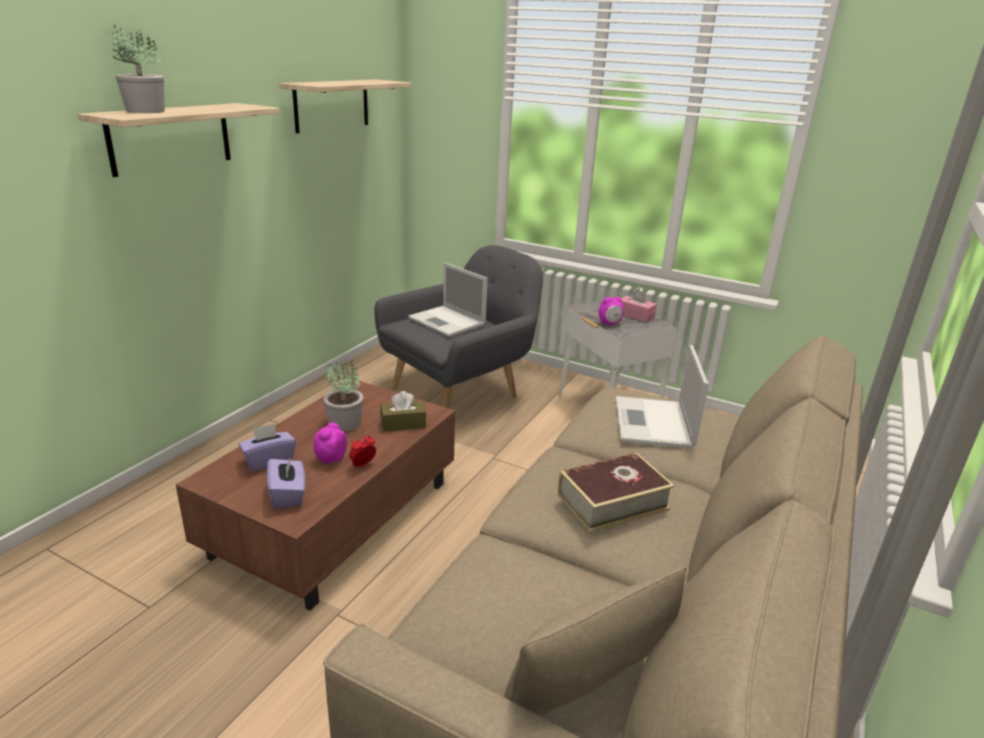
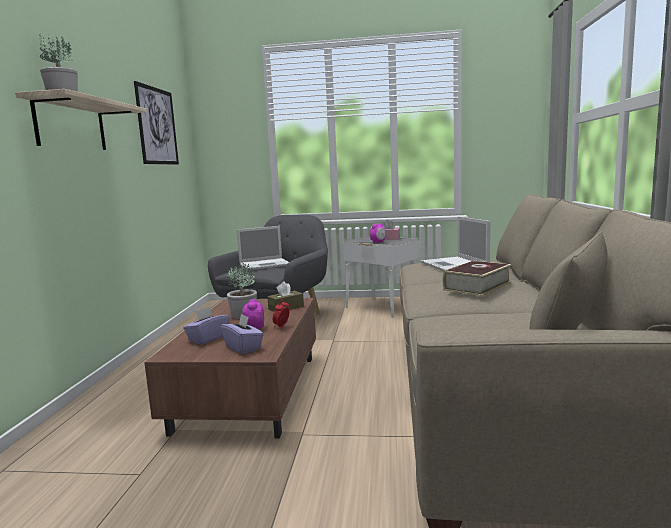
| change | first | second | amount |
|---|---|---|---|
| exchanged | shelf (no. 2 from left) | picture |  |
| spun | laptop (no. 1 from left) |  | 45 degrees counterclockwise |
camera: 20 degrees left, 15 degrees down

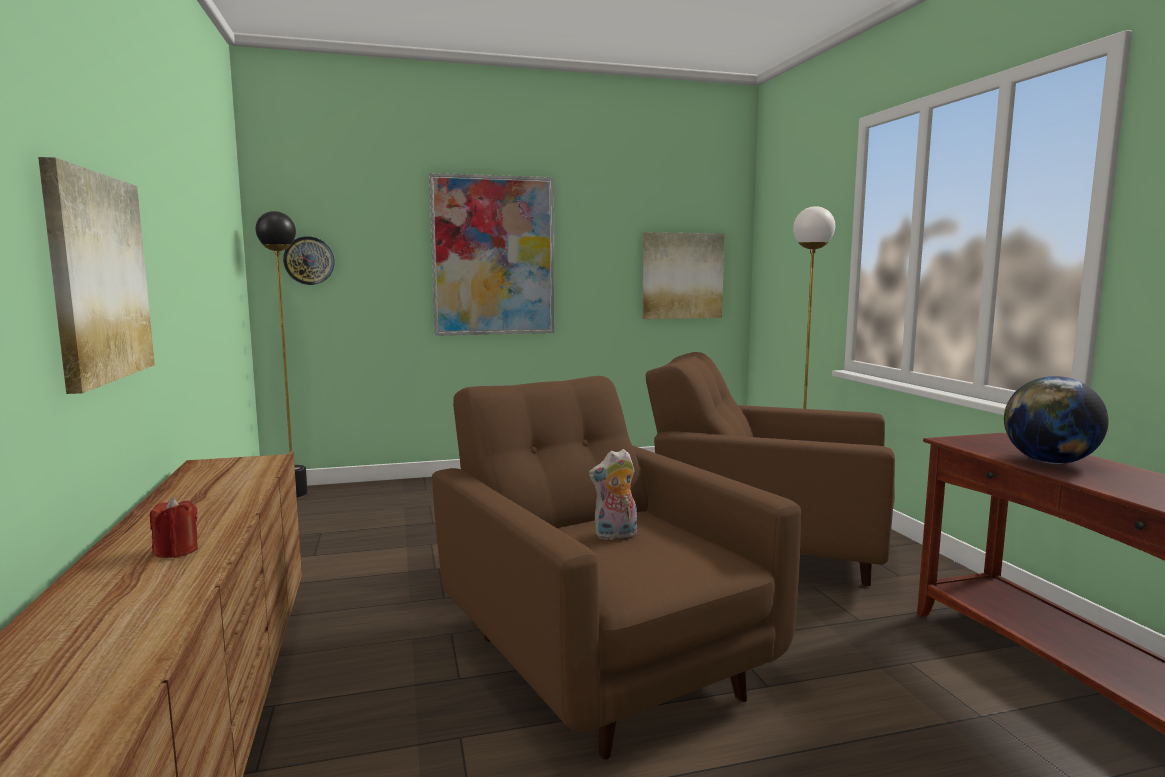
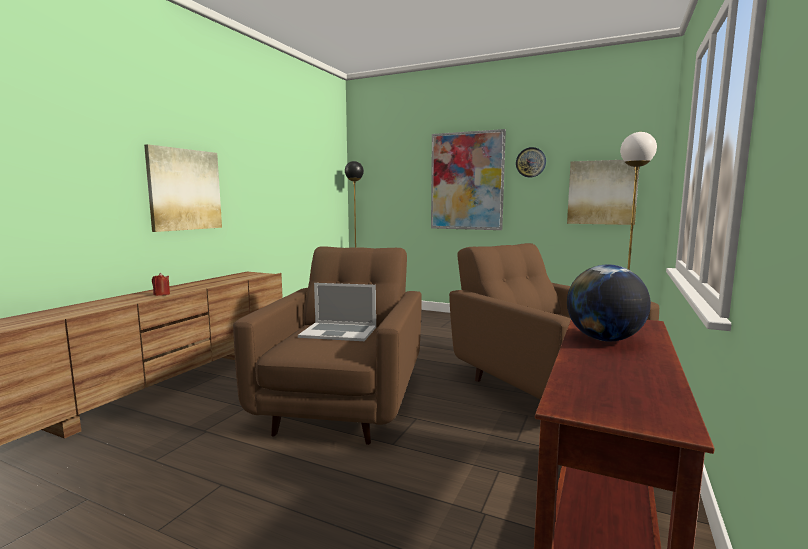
| change | first | second | amount |
|---|---|---|---|
| relocated | wall_clock |  |  |
| exchanged | plush_toy | laptop |  |
camera: 40 degrees right, 0 degrees up

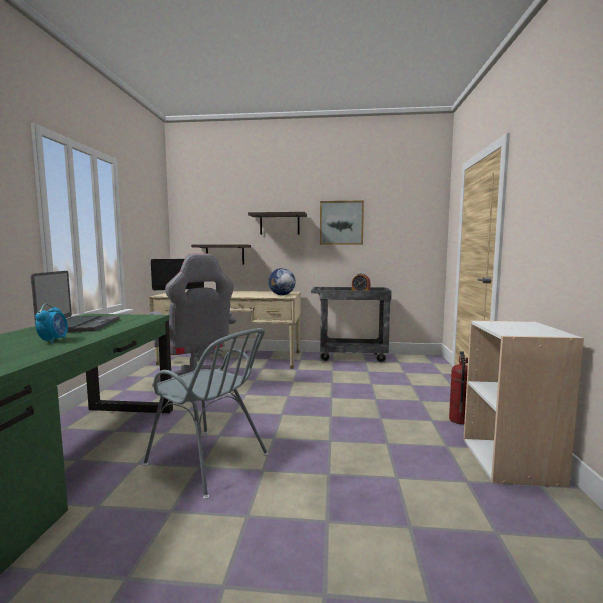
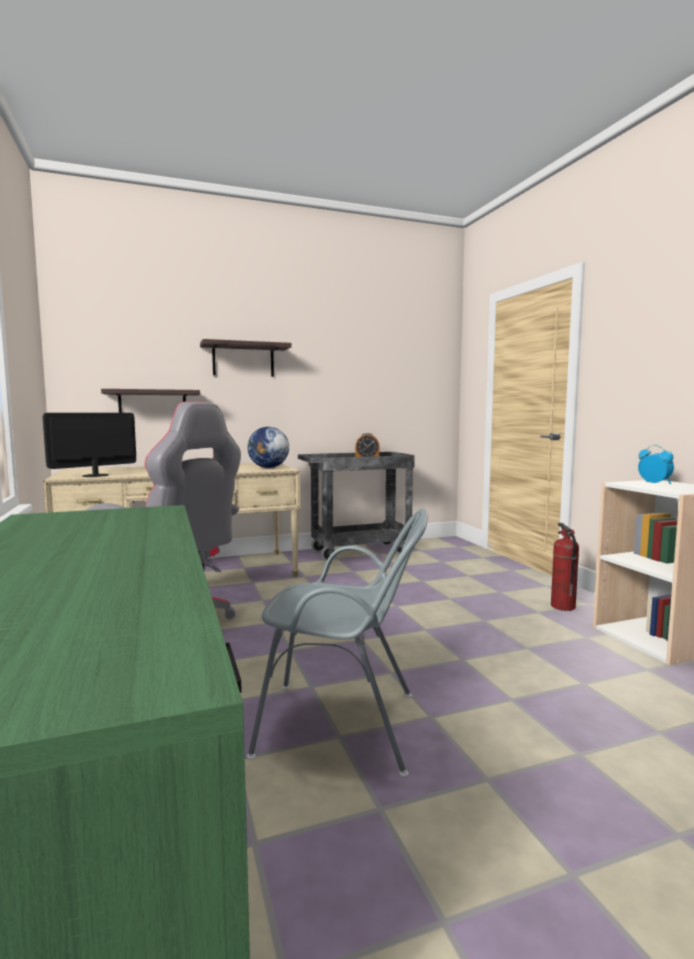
| change | first | second | amount |
|---|---|---|---|
| missing | laptop |  |  |
| missing | picture |  |  |
| relocated | alarm_clock (no. 1 from left in the first image) | alarm_clock (no. 2 from left) |  |
camera: 25 degrees left, 0 degrees up

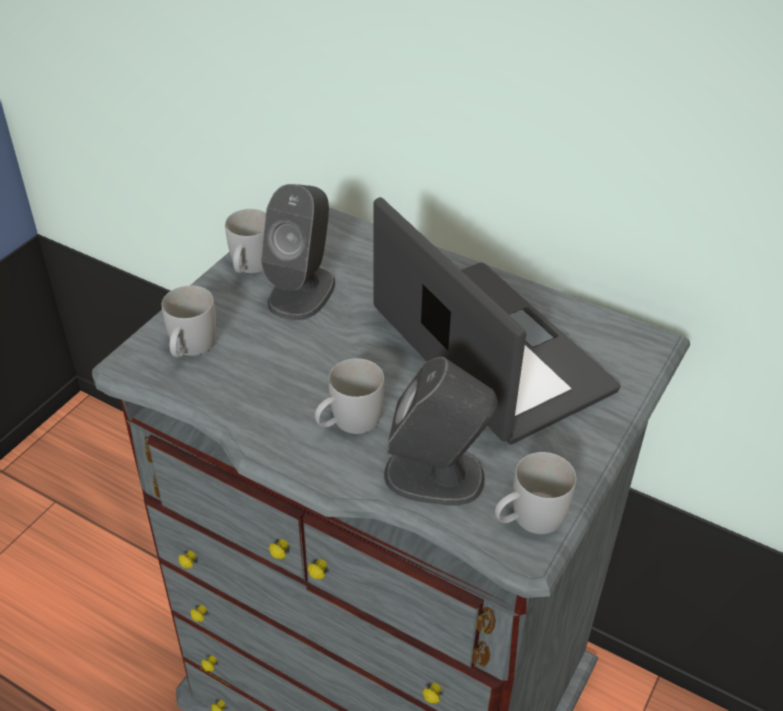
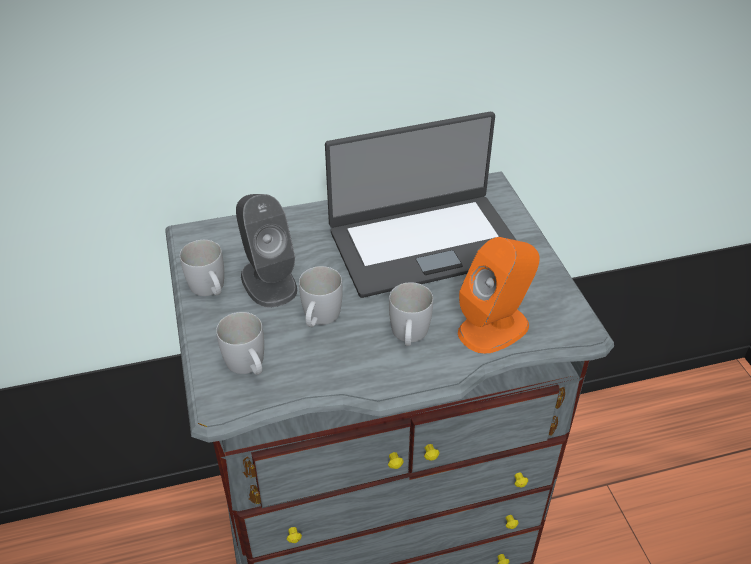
| change | first | second | amount |
|---|---|---|---|
| relocated | white_mug (no. 4 from left in the first image) | white_mug (no. 3 from left) |  |
| colour | grey_speaker (no. 2 from left) | orange_speaker |  |
| spun | laptop |  | 150 degrees clockwise |
camera: 45 degrees left, 0 degrees up

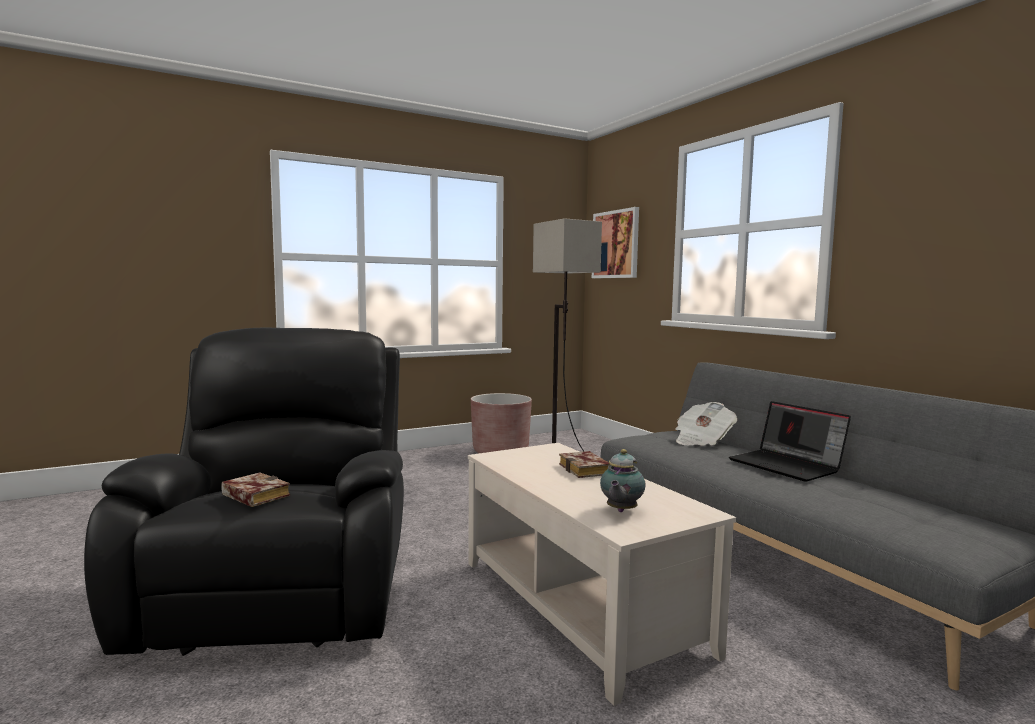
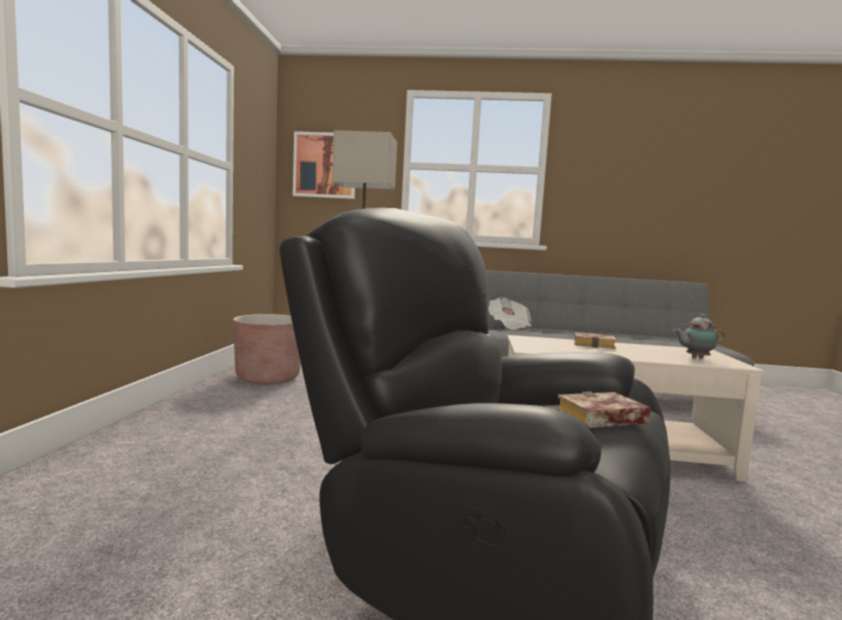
| change | first | second | amount |
|---|---|---|---|
| missing | laptop |  |  |
| spun | teapot |  | 120 degrees clockwise |
camera: 55 degrees left, 0 degrees up

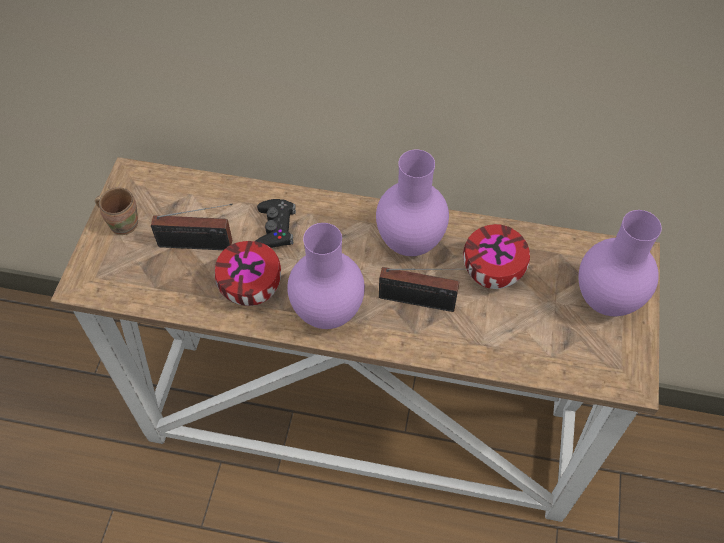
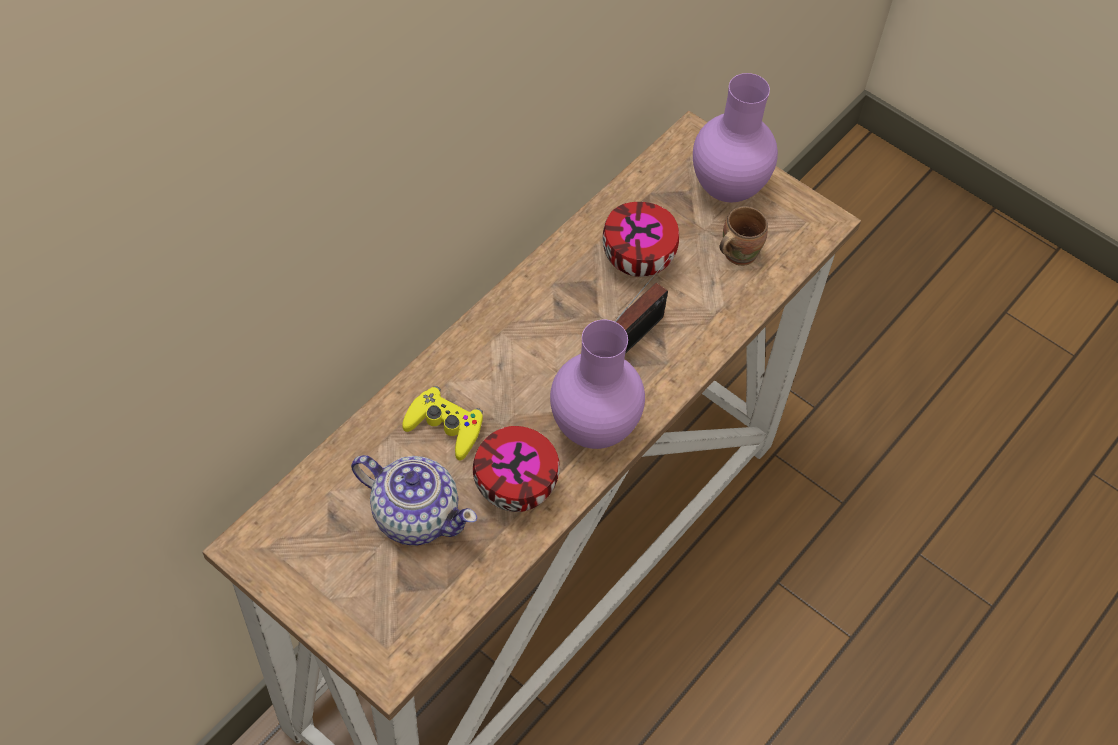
| change | first | second | amount |
|---|---|---|---|
| missing | purple_vase (no. 2 from left) |  |  |
| relocated | brown_mug |  |  |
| exchanged | radio (no. 1 from left) | teapot |  |
| colour | black_game_controller | yellow_game_controller |  |
camera: 65 degrees left, 0 degrees up

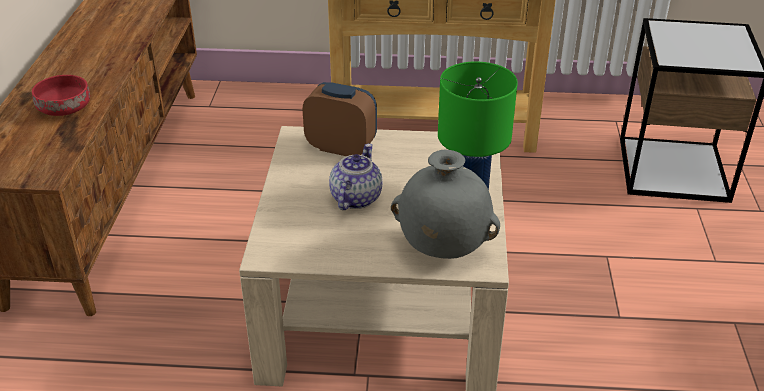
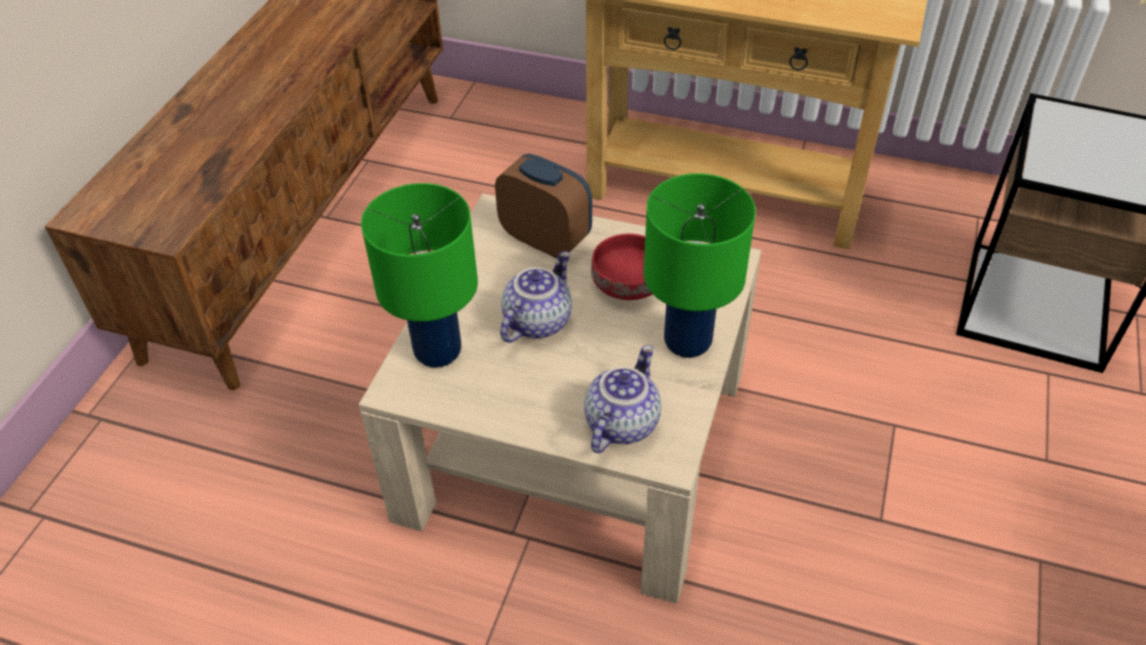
| change | first | second | amount |
|---|---|---|---|
| appeared |  | green_table_lamp (no. 1 from left) |  |
| relocated | red_bowl |  |  |
| exchanged | grey_vase | teapot (no. 2 from left) |  |
camera: 15 degrees right, 10 degrees up

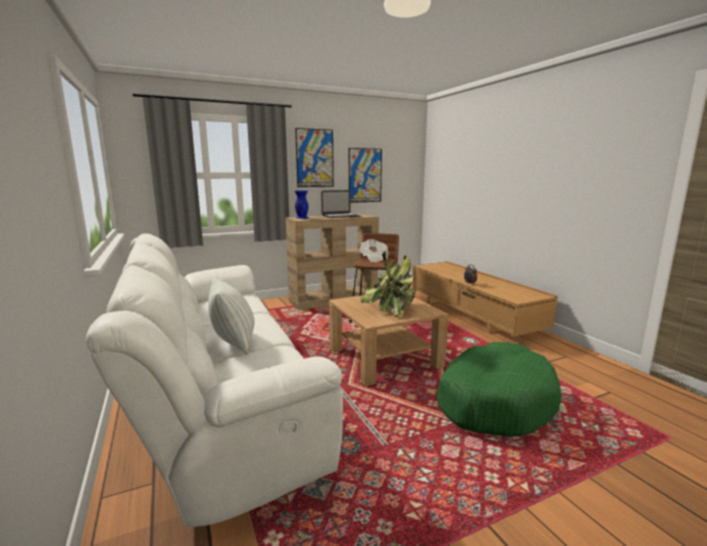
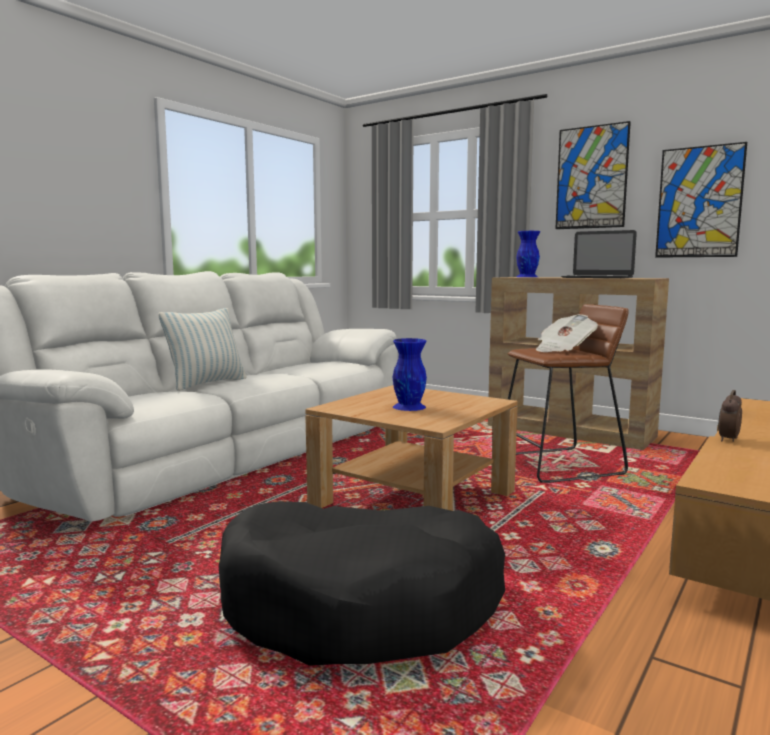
| change | first | second | amount |
|---|---|---|---|
| exchanged | potted_plant | blue_vase (no. 1 from left) |  |
| colour | green_dog_bed | black_dog_bed |  |
camera: 60 degrees right, 5 degrees down

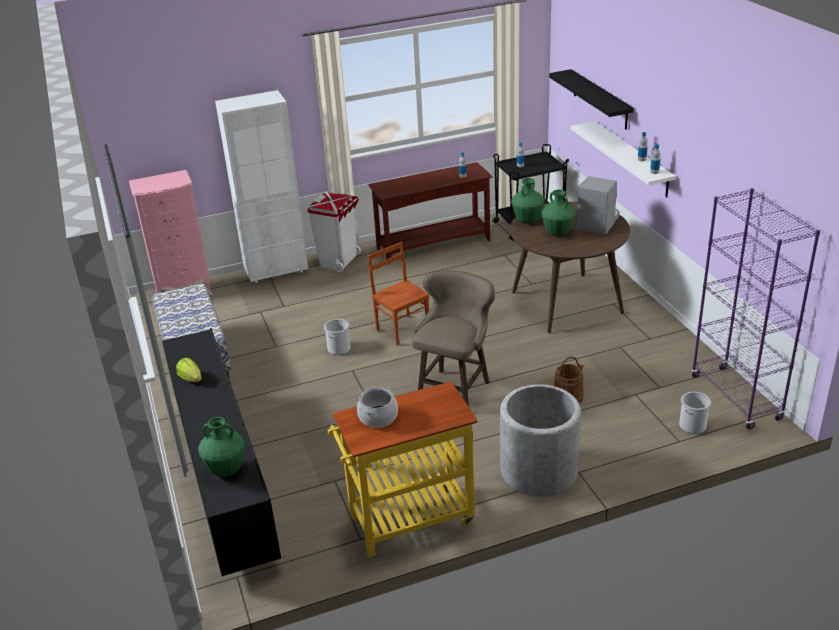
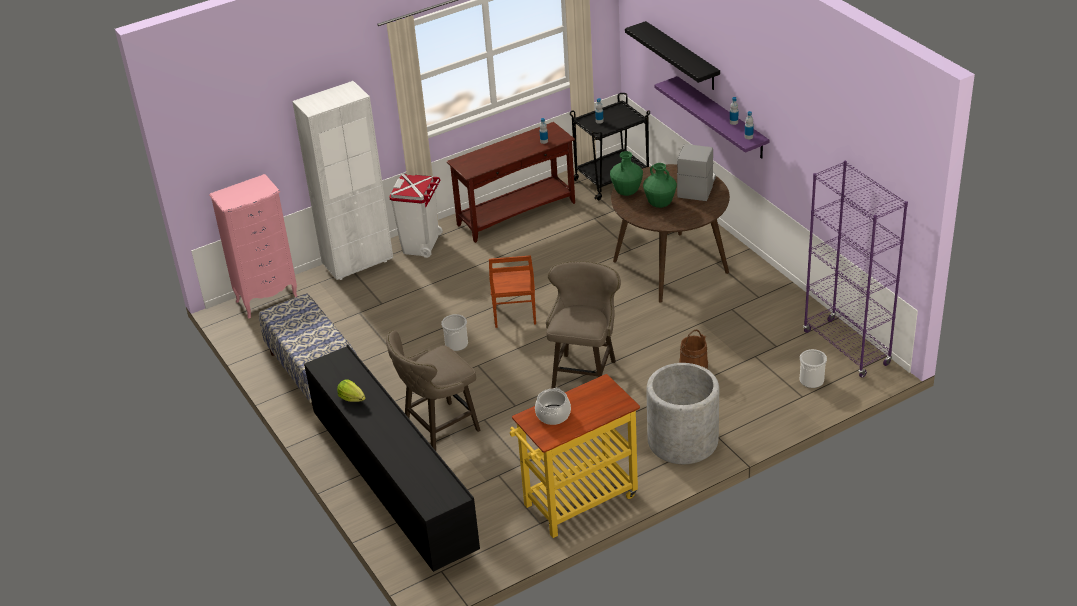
| change | first | second | amount |
|---|---|---|---|
| missing | green_vase (no. 1 from left) |  |  |
| appeared |  | beige_stool (no. 1 from left) |  |
| colour | white_shelf | purple_shelf |  |
| spun | brown_chair |  | 135 degrees counterclockwise |
camera: 10 degrees left, 5 degrees up

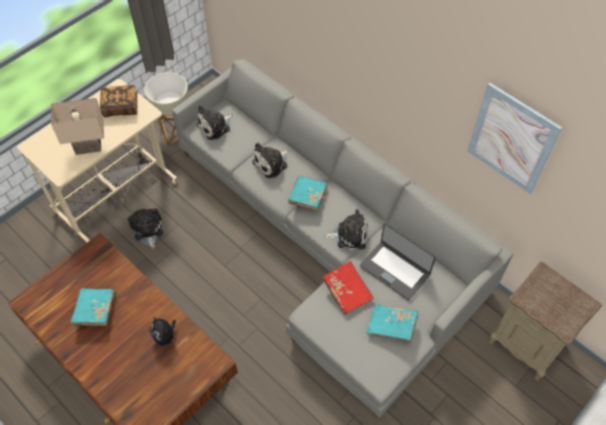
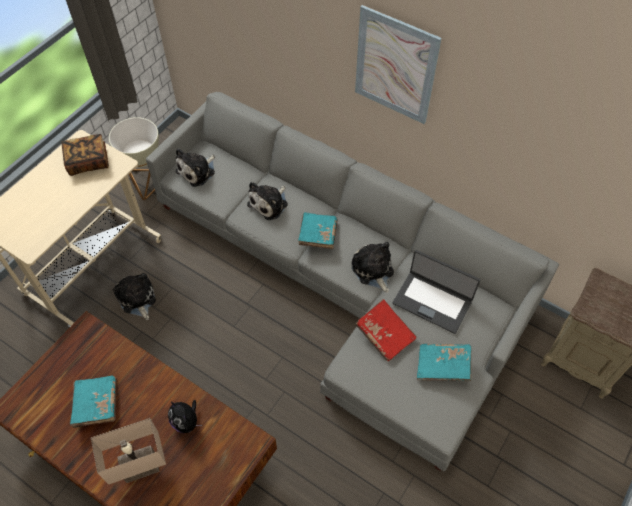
| change | first | second | amount |
|---|---|---|---|
| relocated | beige_table_lamp |  |  |
| relocated | picture |  |  |
| spun | plush_toy (no. 5 from left) |  | 105 degrees counterclockwise |
camera: 10 degrees left, 0 degrees up

